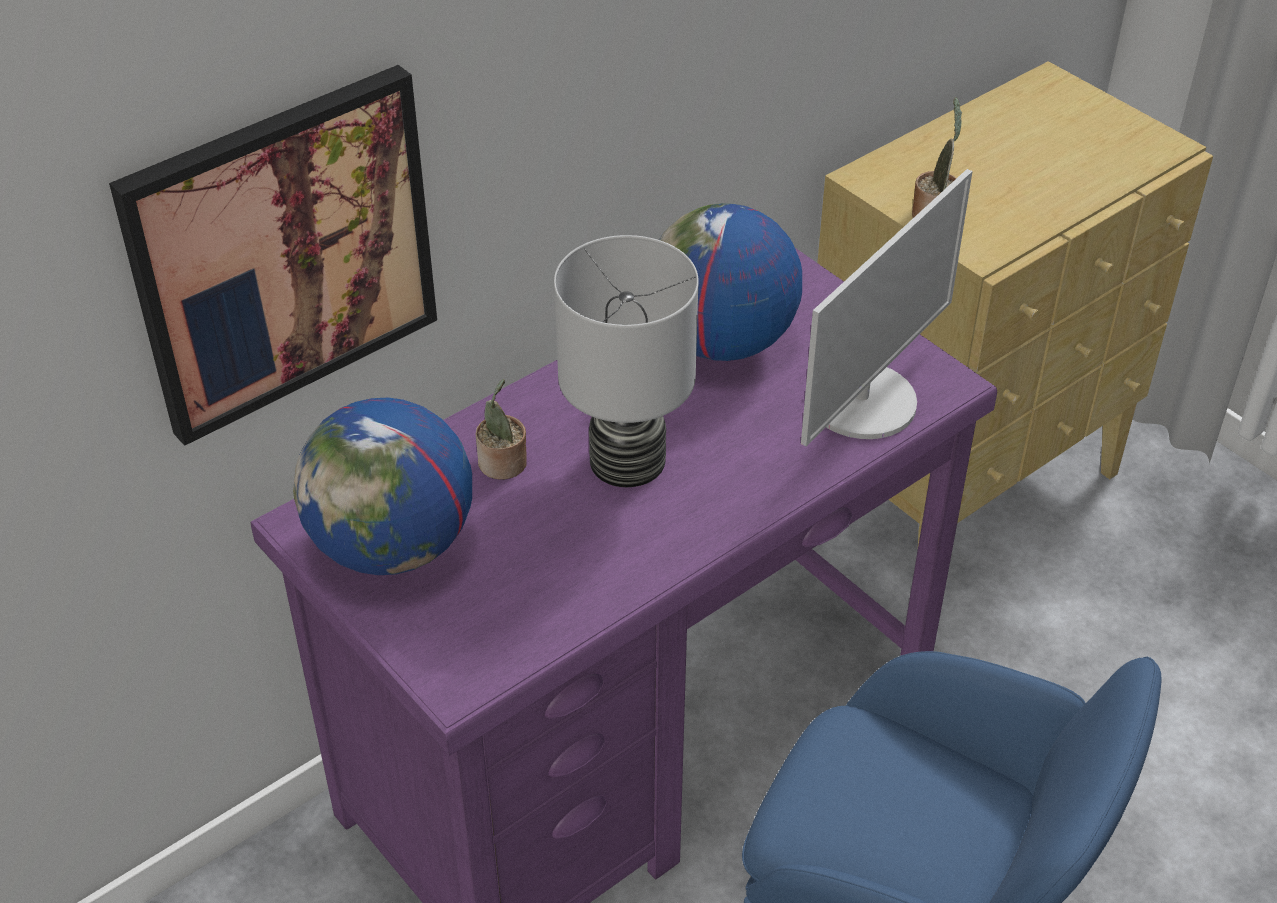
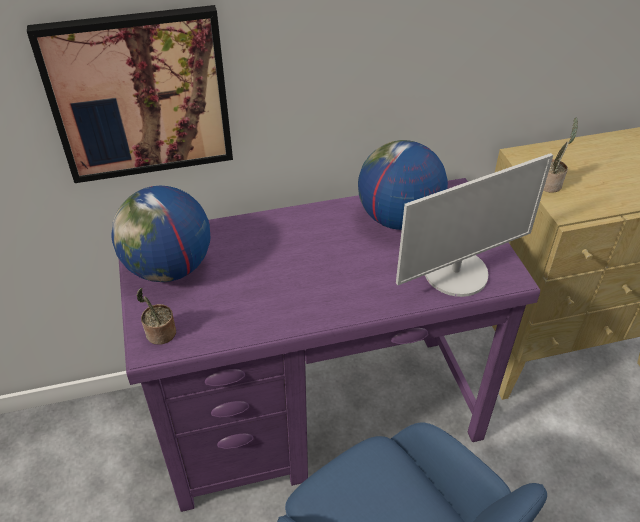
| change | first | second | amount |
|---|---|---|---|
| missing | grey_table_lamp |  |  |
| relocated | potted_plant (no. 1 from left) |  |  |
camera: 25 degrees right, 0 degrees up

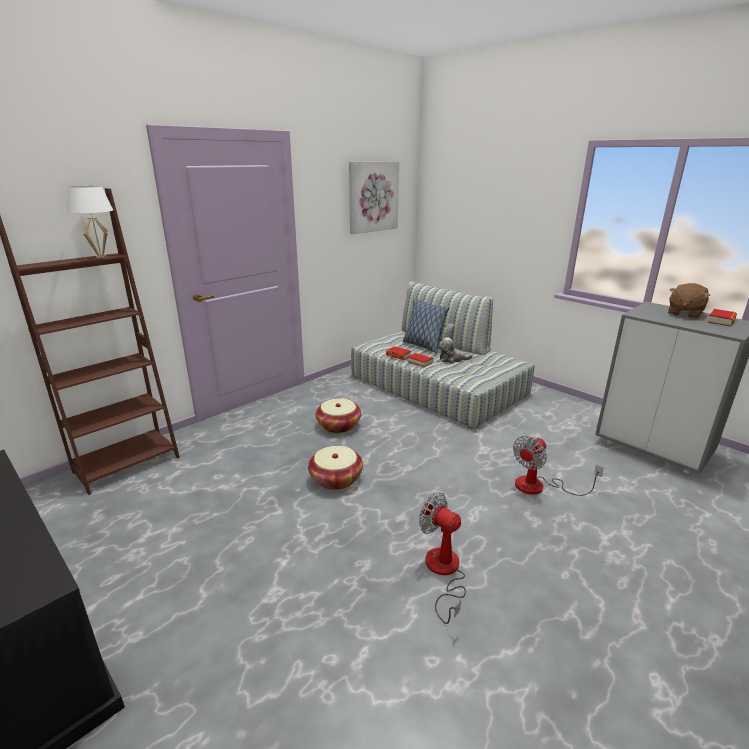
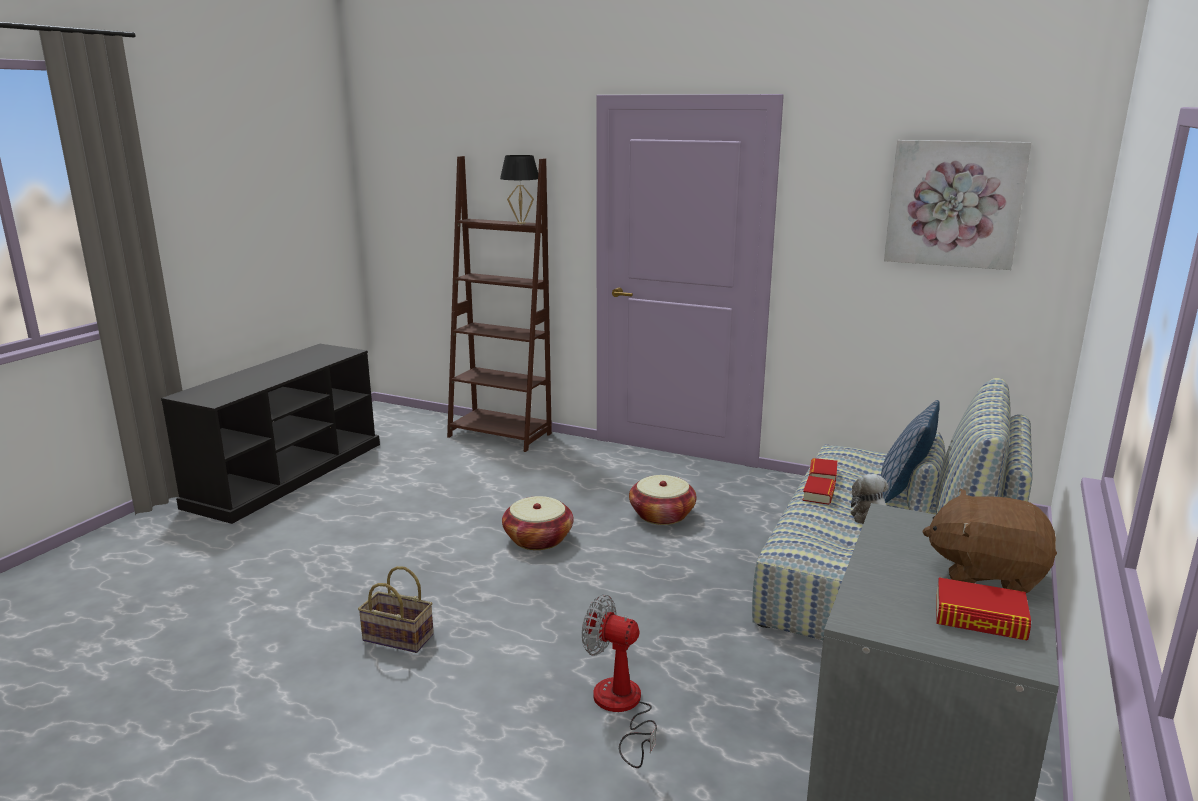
| change | first | second | amount |
|---|---|---|---|
| exchanged | fan (no. 1 from left) | basket (no. 1 from left) |  |
| colour | white_table_lamp | black_table_lamp |  |
camera: 70 degrees right, 5 degrees down

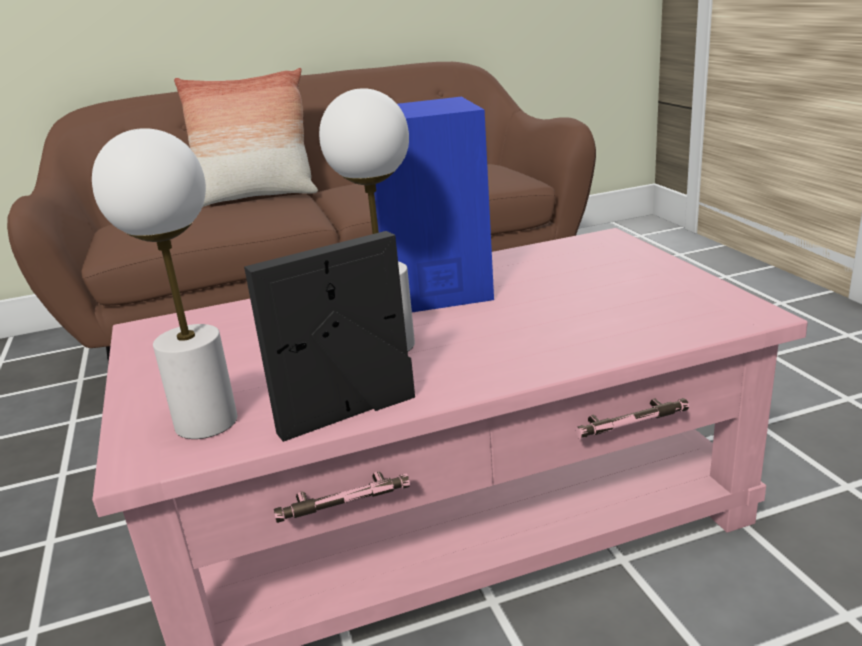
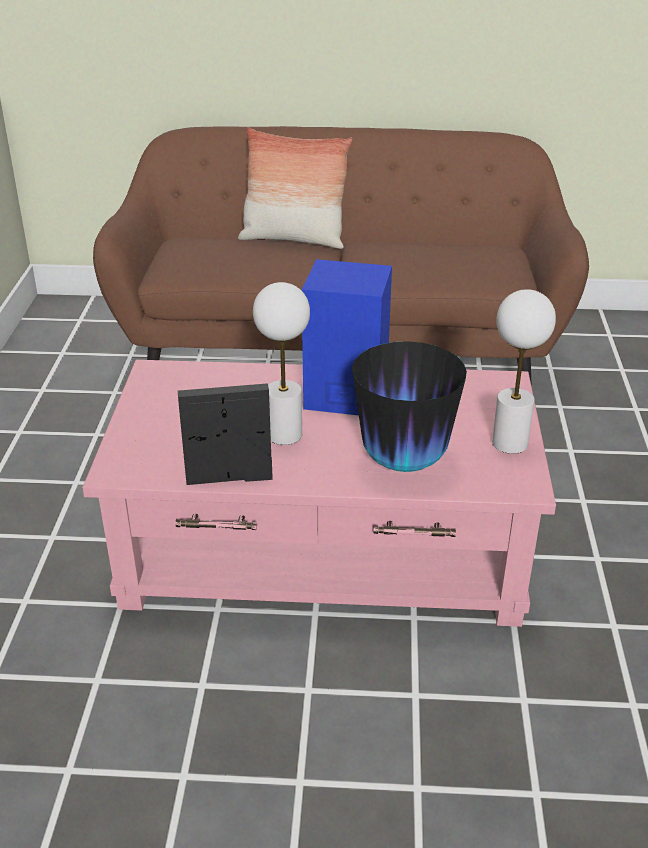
| change | first | second | amount |
|---|---|---|---|
| appeared |  | vase |  |
| relocated | white_table_lamp (no. 1 from left in the first image) | white_table_lamp (no. 2 from left) |  |
camera: 20 degrees right, 10 degrees up

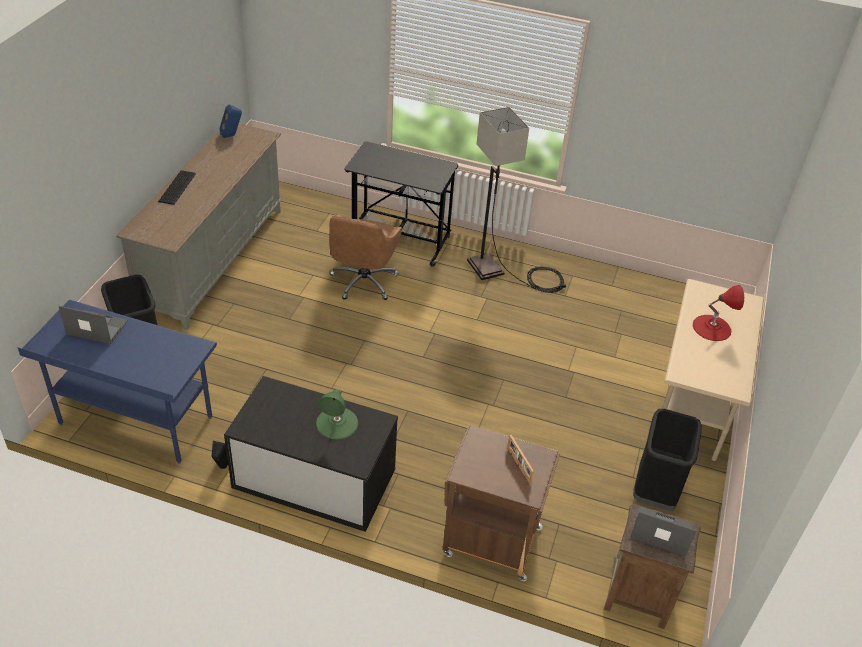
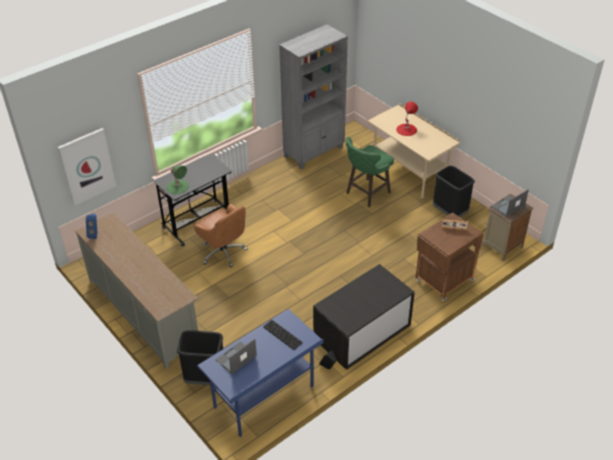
| change | first | second | amount |
|---|---|---|---|
| missing | floor_lamp |  |  |
| appeared |  | picture |  |
| appeared |  | grey_bookcase |  |
| appeared |  | green_stool |  |
| relocated | keyboard |  |  |
| relocated | green_table_lamp |  |  |
camera: 55 degrees left, 0 degrees up

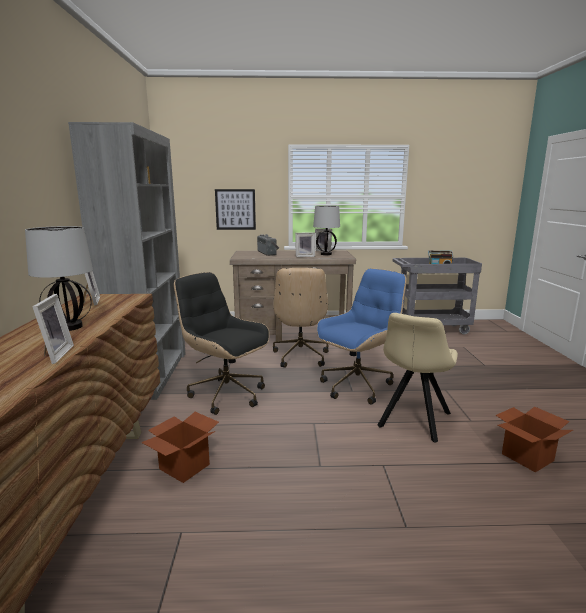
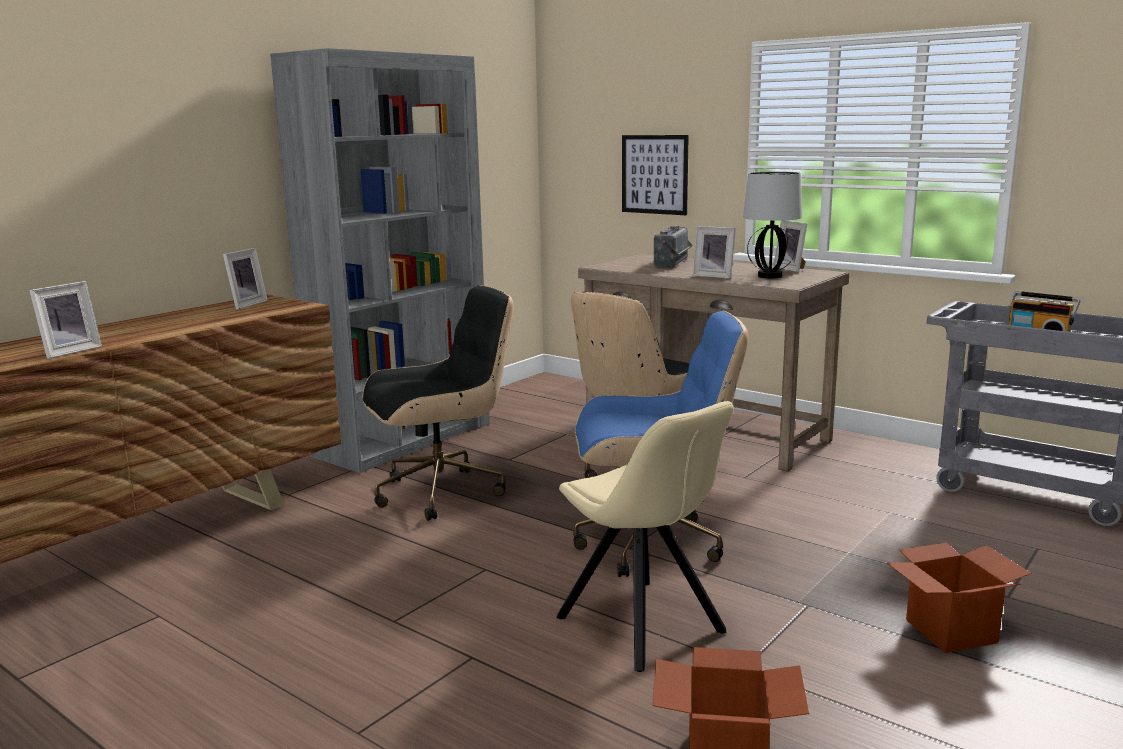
| change | first | second | amount |
|---|---|---|---|
| missing | table_lamp (no. 1 from left) |  |  |
| relocated | cardboard_box (no. 1 from left in the first image) | cardboard_box (no. 2 from left) |  |
| spun | black_office_chair (no. 1 from left) |  | 75 degrees clockwise |
| spun | beige_chair |  | 105 degrees counterclockwise |
camera: 40 degrees right, 0 degrees up

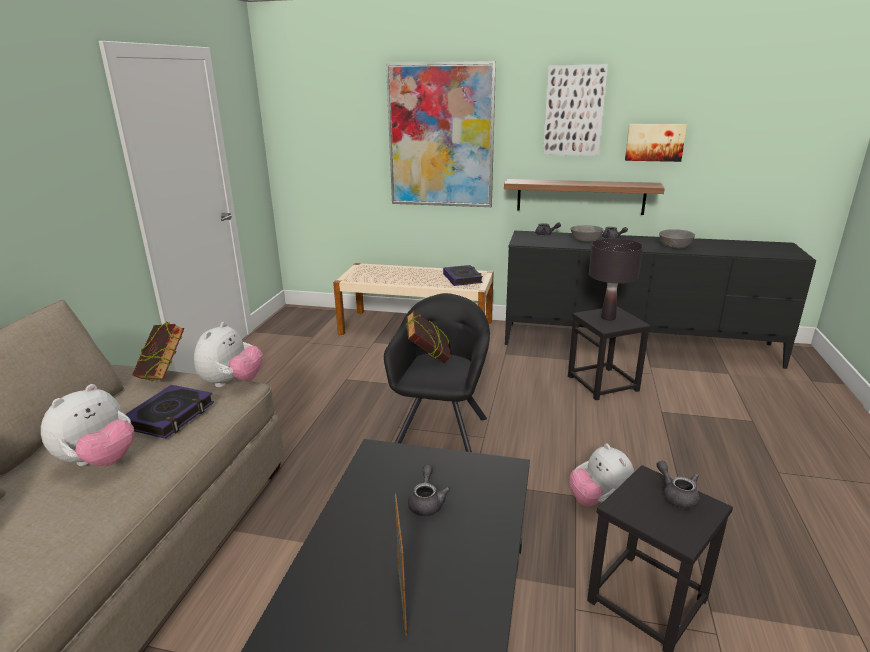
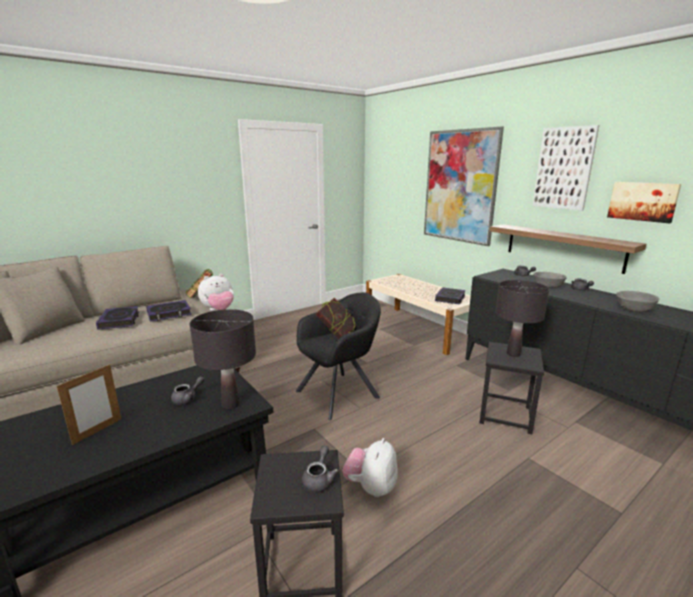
| change | first | second | amount |
|---|---|---|---|
| appeared |  | black_table_lamp (no. 1 from left) |  |
| exchanged | plush_toy (no. 1 from left) | book (no. 1 from left) |  |
camera: 40 degrees right, 5 degrees down

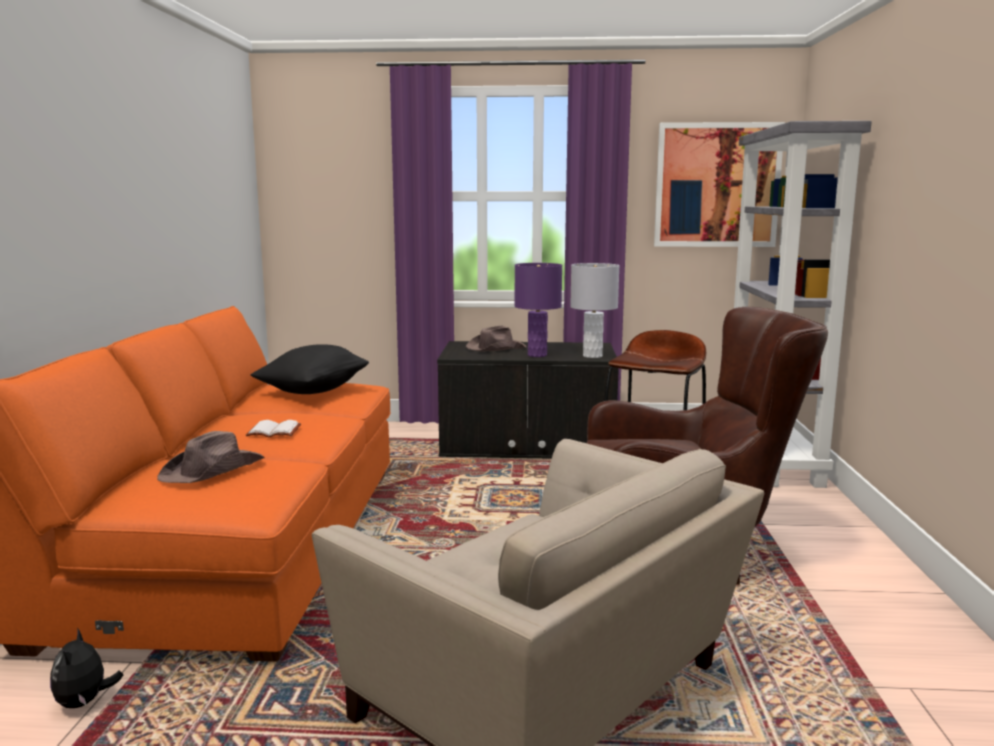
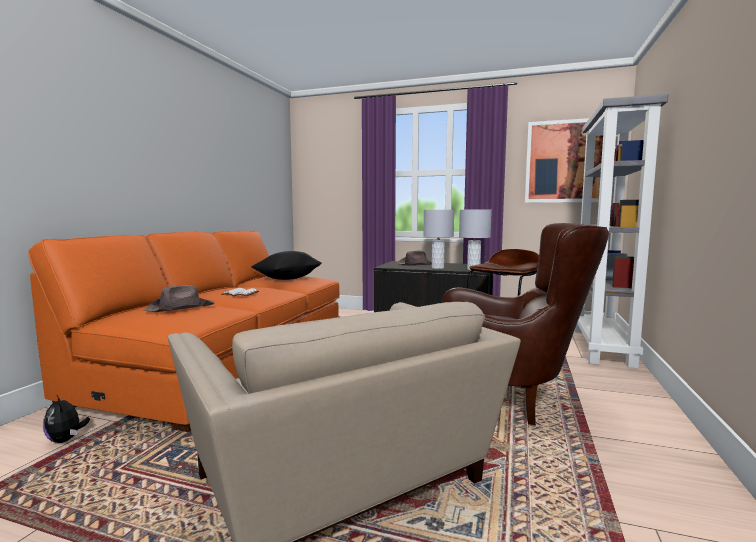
| change | first | second | amount |
|---|---|---|---|
| colour | purple_table_lamp | grey_table_lamp (no. 1 from left) |  |
| spun | plush_toy |  | 45 degrees counterclockwise |
camera: 15 degrees right, 5 degrees down

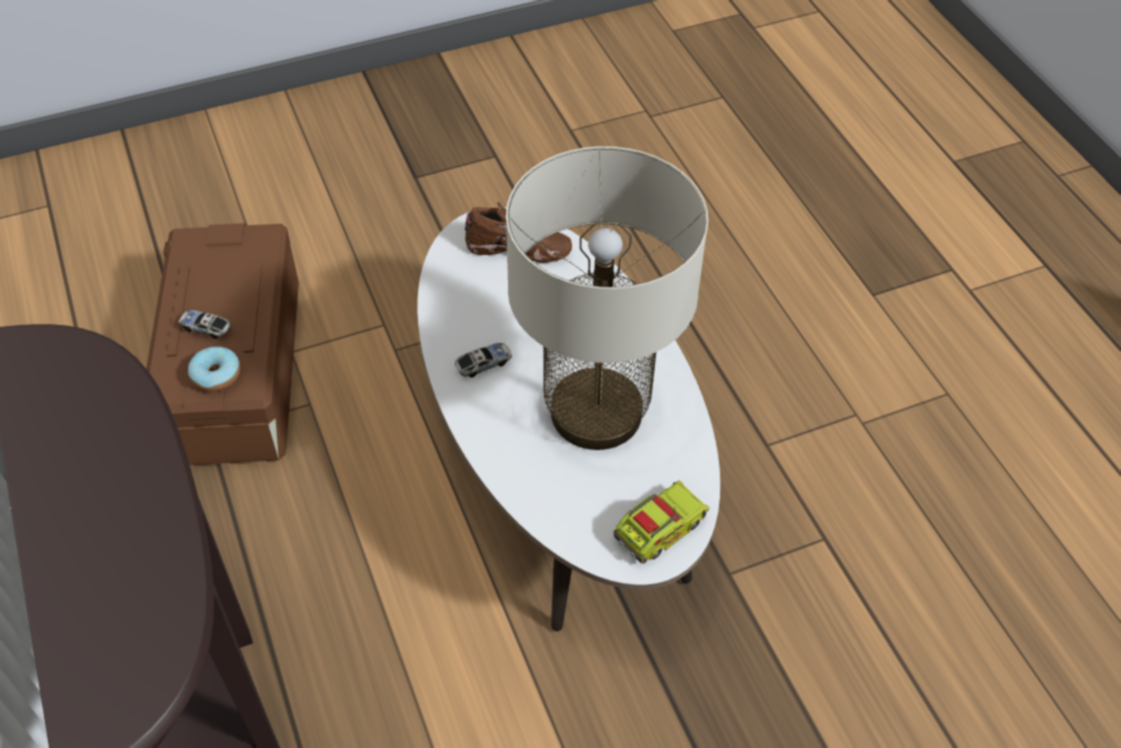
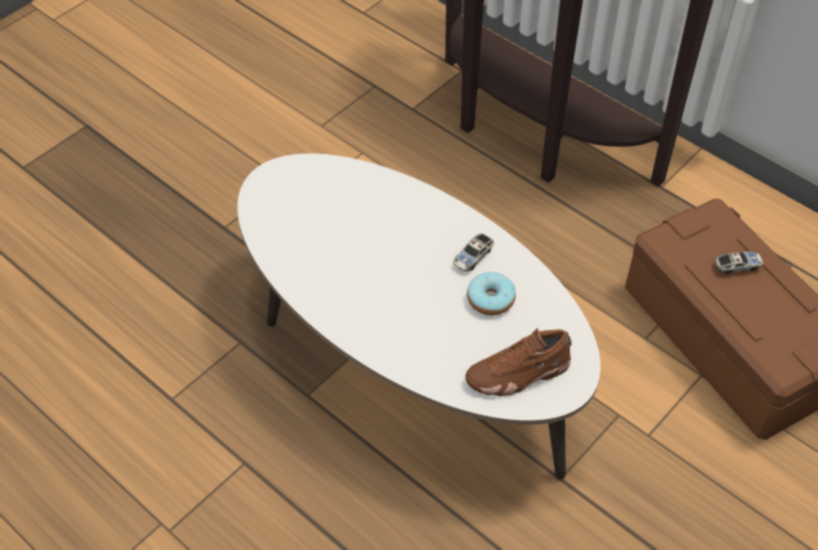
| change | first | second | amount |
|---|---|---|---|
| missing | table_lamp |  |  |
| missing | toy_truck |  |  |
| relocated | donut |  |  |
camera: 155 degrees right, 0 degrees up

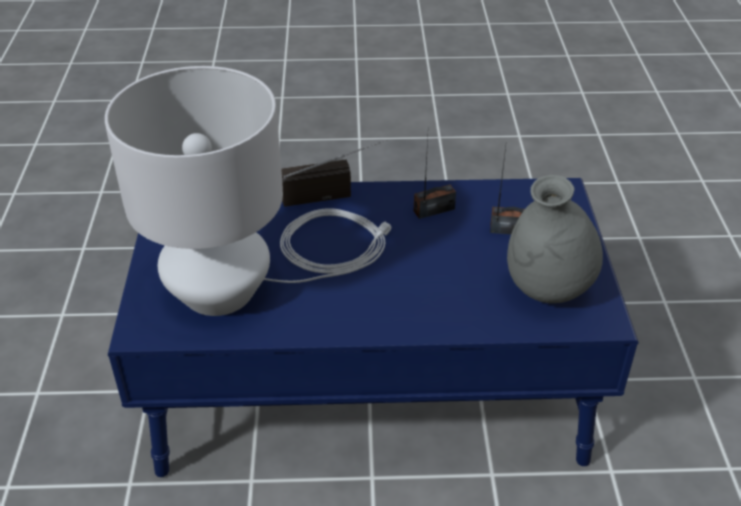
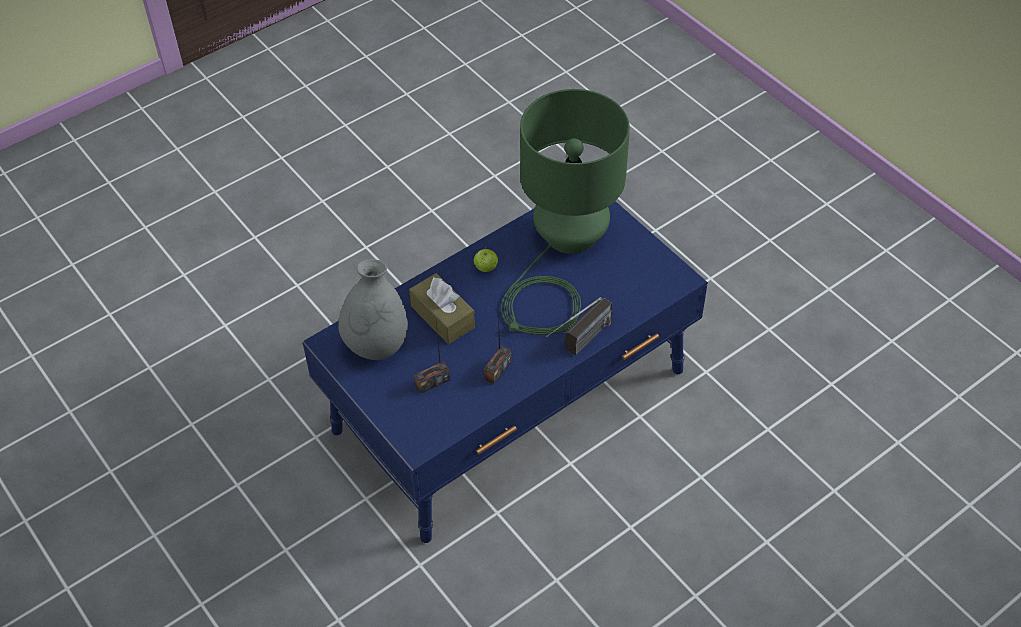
| change | first | second | amount |
|---|---|---|---|
| appeared |  | brown_tissue_box |  |
| appeared |  | apple |  |
| colour | white_table_lamp | green_table_lamp |  |
camera: 145 degrees right, 10 degrees up

